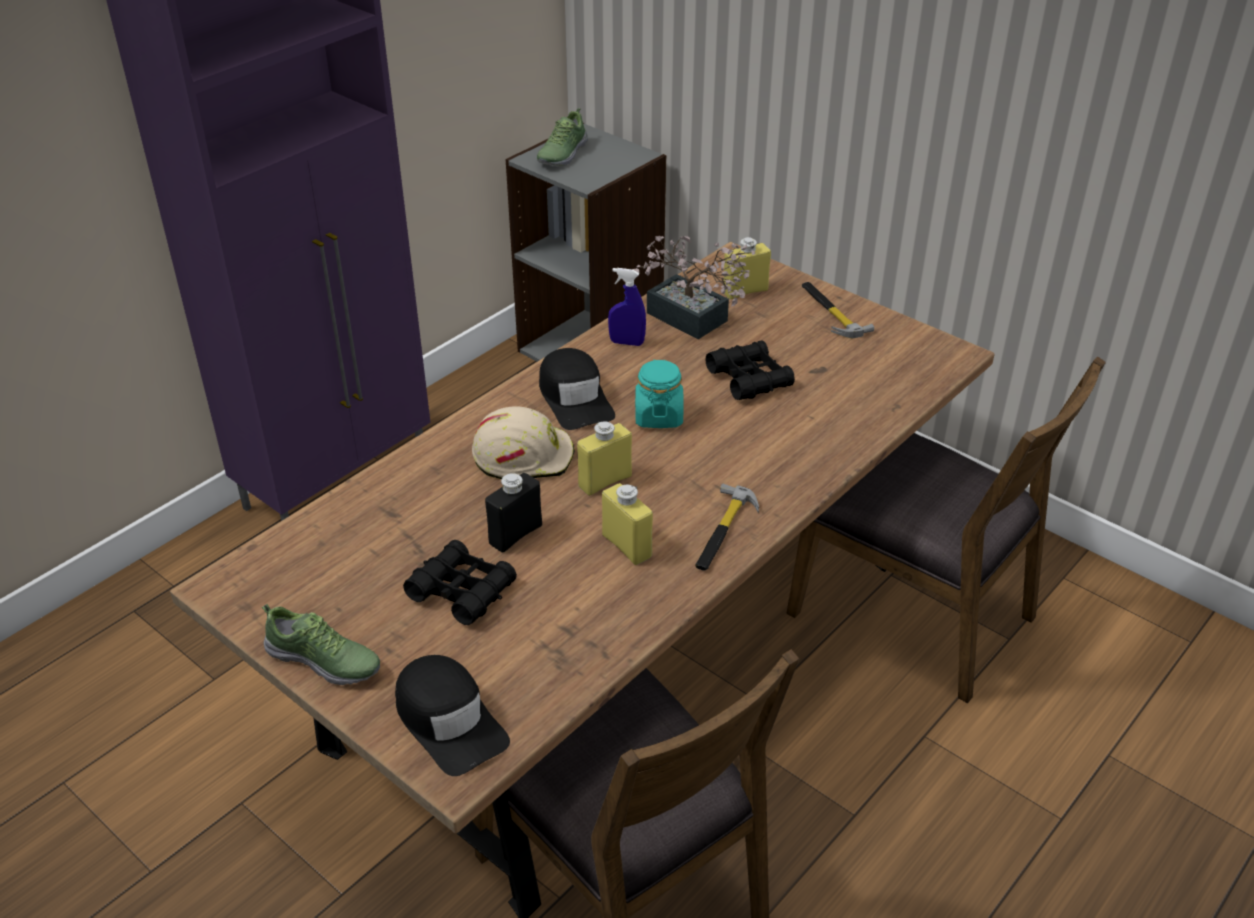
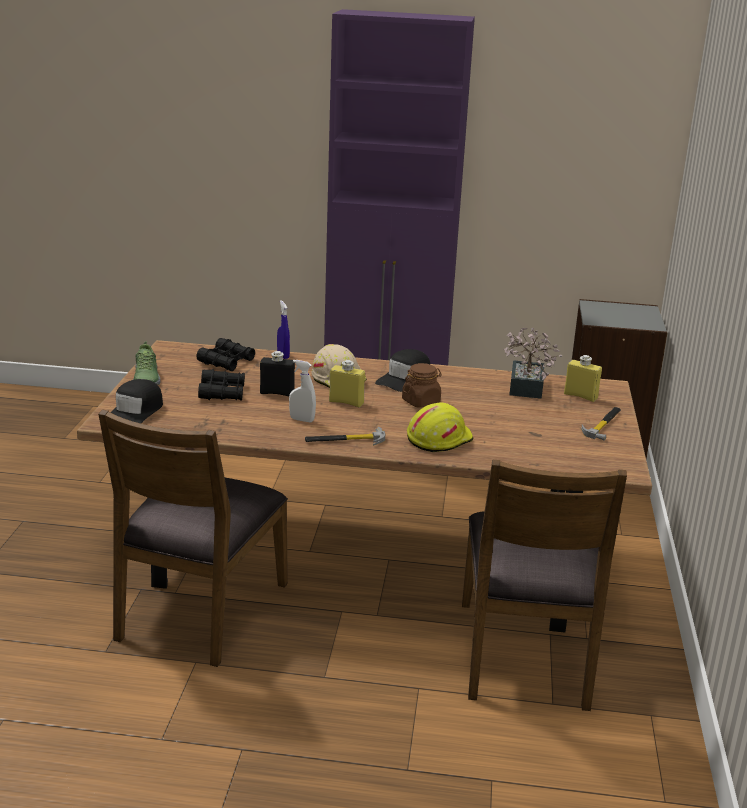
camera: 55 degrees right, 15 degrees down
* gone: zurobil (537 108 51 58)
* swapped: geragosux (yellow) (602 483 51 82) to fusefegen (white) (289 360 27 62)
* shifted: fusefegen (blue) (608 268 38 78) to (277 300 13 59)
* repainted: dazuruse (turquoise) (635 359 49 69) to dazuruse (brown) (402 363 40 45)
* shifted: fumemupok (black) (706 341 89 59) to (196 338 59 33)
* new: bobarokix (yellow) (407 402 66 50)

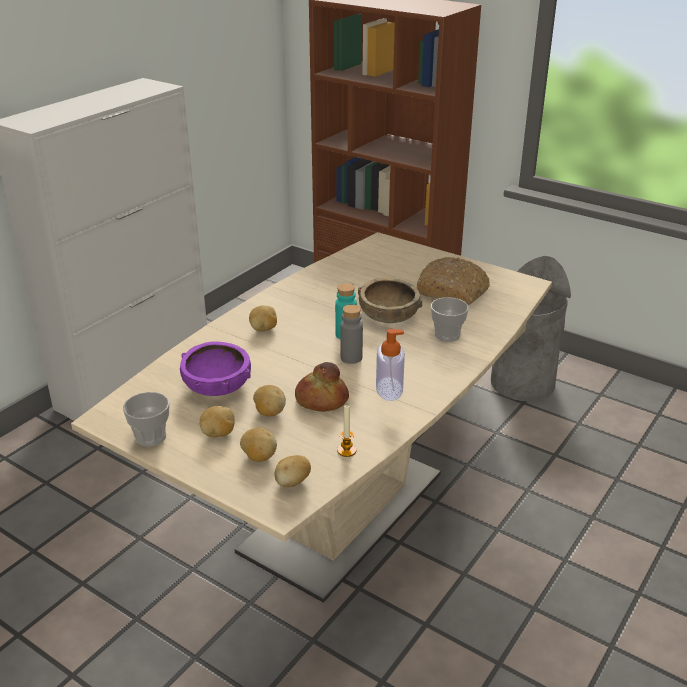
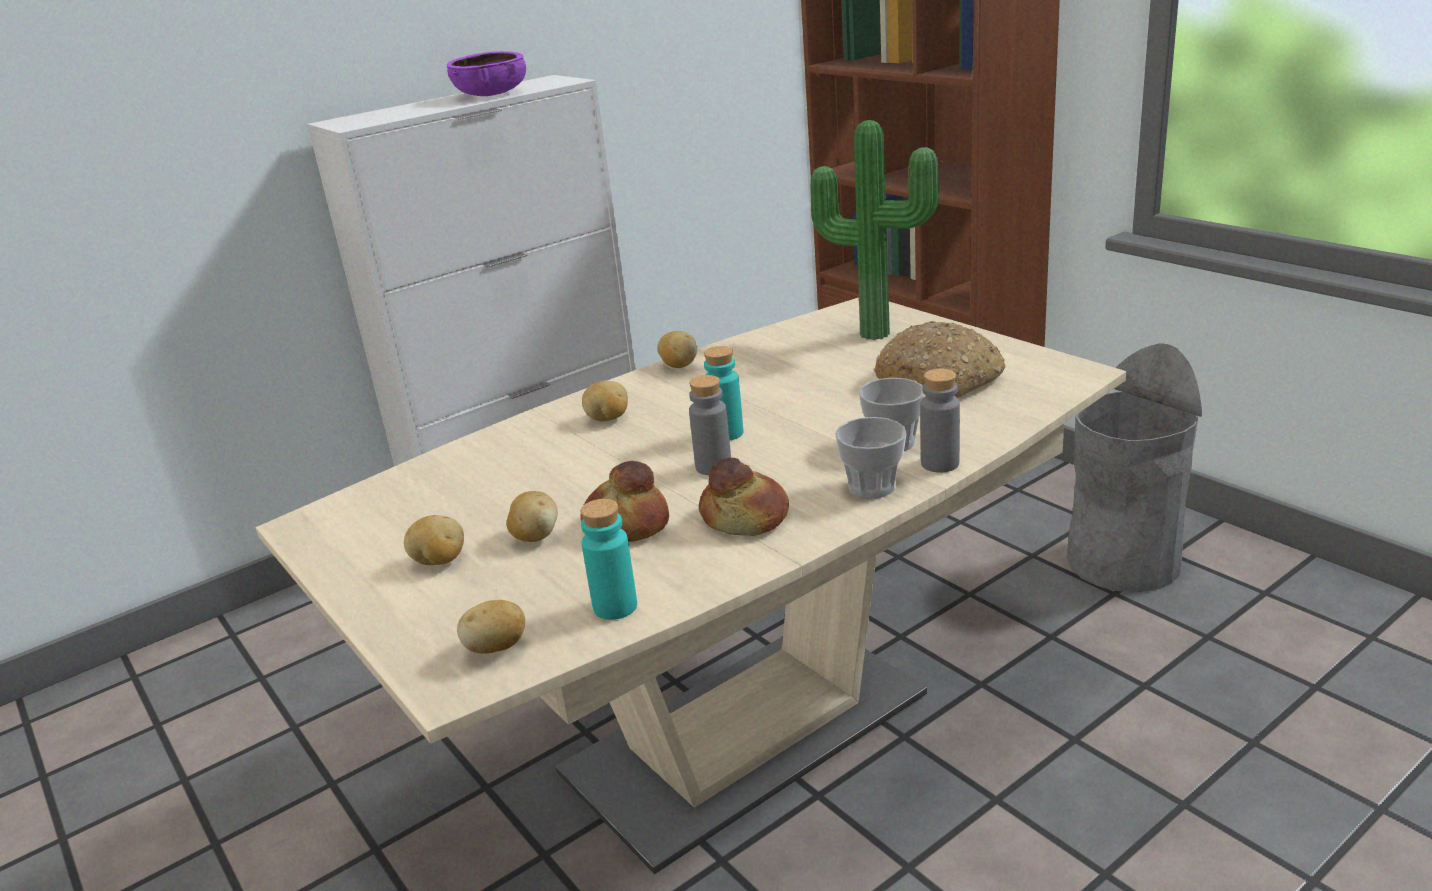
camera: 20 degrees right, 5 degrees down
* shifted: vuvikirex (123 392 47 54) to (835 417 71 81)
* shifted: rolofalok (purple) (180 342 71 54) to (447 51 79 45)
* shifted: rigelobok (240 428 37 34) to (657 331 40 37)
* swapped: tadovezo (337 405 19 52) to geragosux (turquoise) (581 499 56 121)
* gone: rolofalok (brown) (358 278 64 45)
* swapped: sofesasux (376 329 29 72) to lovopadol (699 458 90 78)
* new: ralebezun (810 120 129 220)
* new: geragosux (grey) (920 369 40 104)

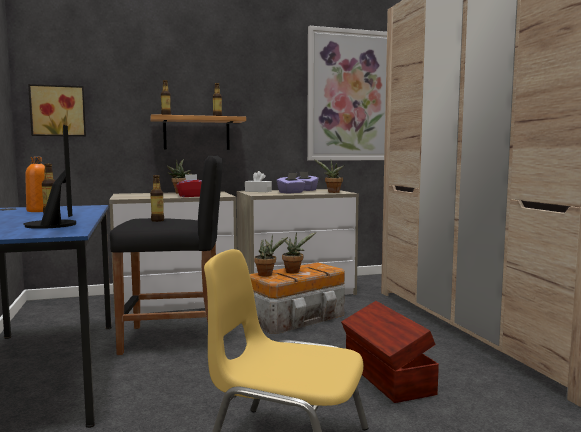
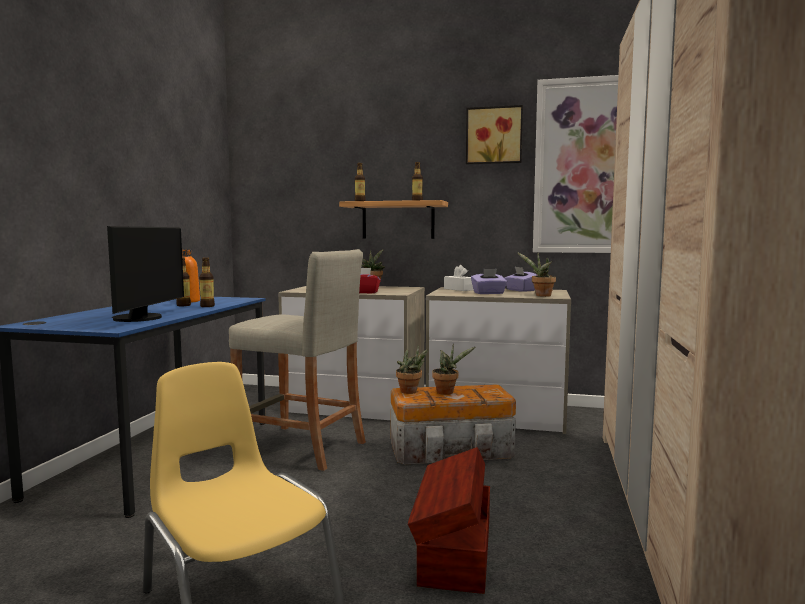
camera: 30 degrees right, 0 degrees up
* shifted: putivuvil (28 84 58 53) to (466 105 57 59)
* repainted: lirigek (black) (110 156 112 199) to lirigek (beige) (229 249 137 222)
* shifted: geragosux (150 175 14 47) to (199 257 16 50)

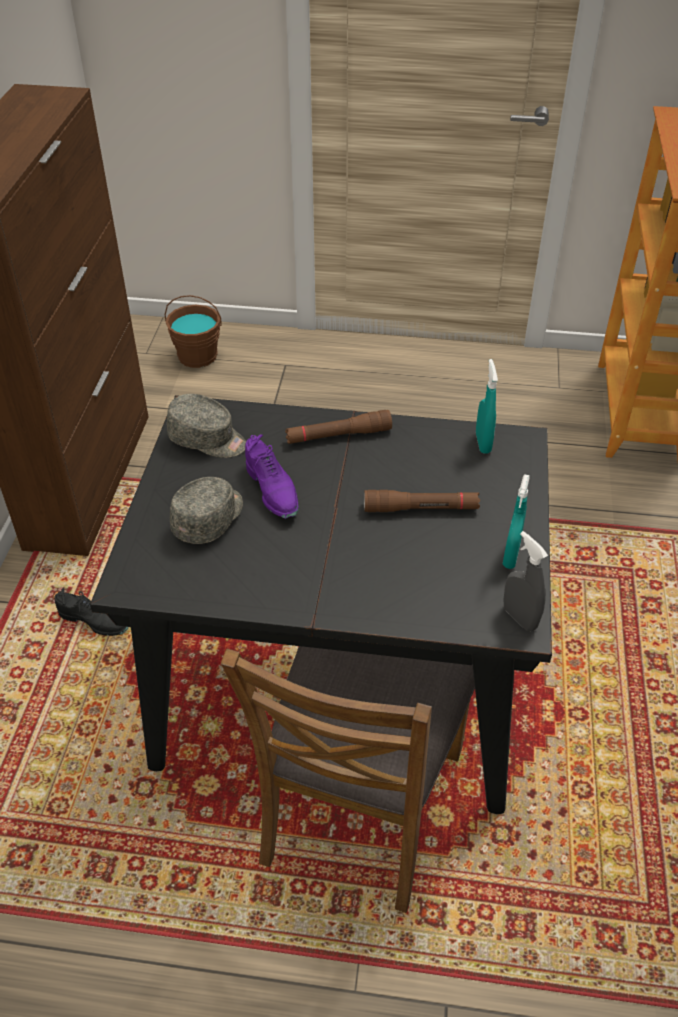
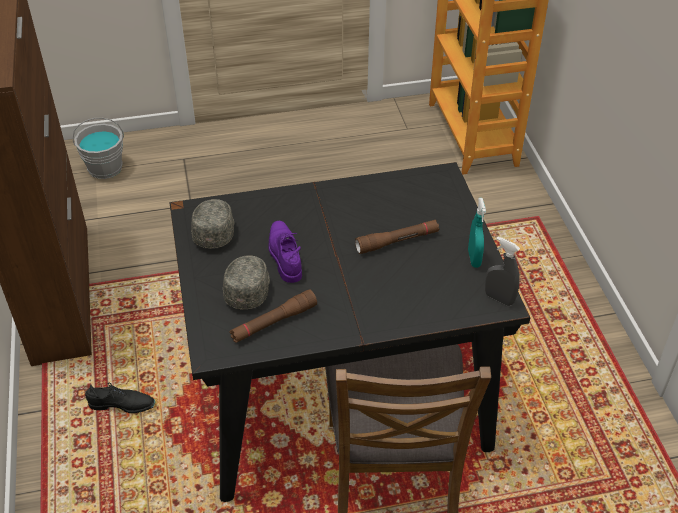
camera: 20 degrees left, 0 degrees up
* repainted: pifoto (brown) (165 295 57 73) to pifoto (grey) (73 118 51 61)
* rotated: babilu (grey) (167 394 79 64) = (191 199 43 49) 90 degrees counterclockwise
* rotated: zurobil (purple) (245 434 54 85) = (268 221 34 62) 150 degrees counterclockwise
* shifted: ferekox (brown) (285 410 107 34) to (229 289 88 54)
* gone: fusefegen (turquoise) (476 359 22 95)

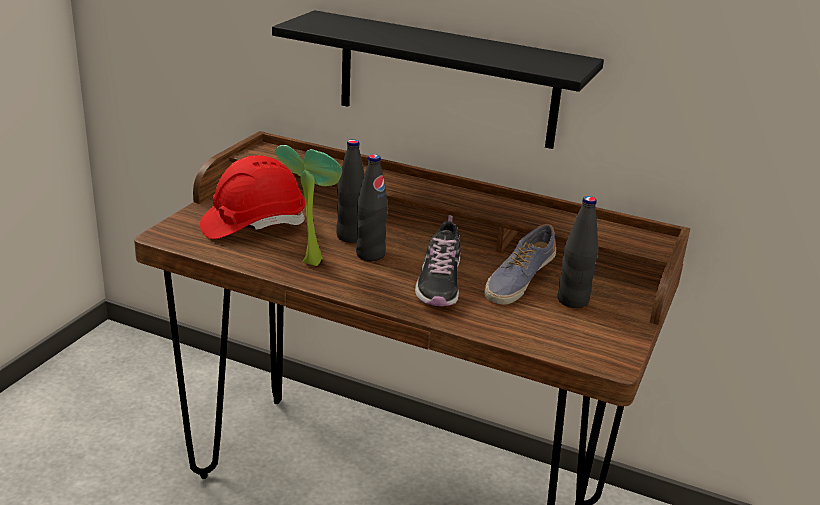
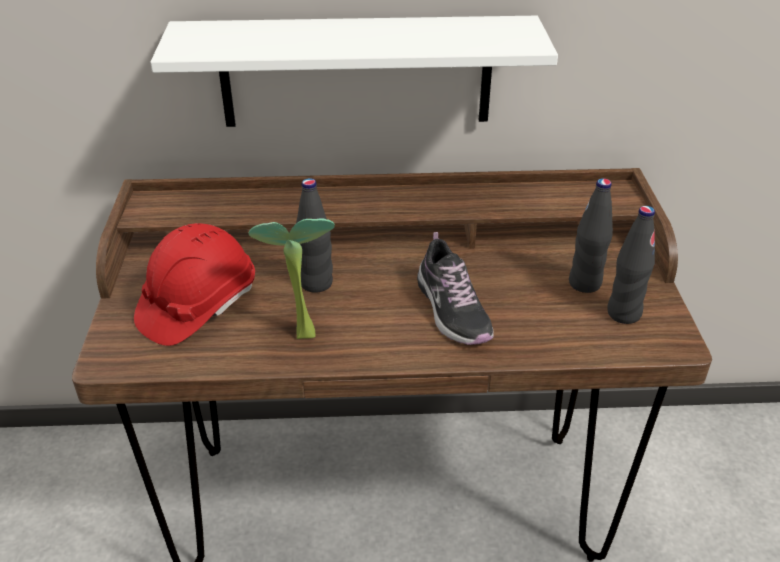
camera: 25 degrees left, 10 degrees up
* repainted: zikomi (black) (272 10 332 139) to zikomi (white) (150 16 408 111)
* shifted: geragosux (black) (356 154 32 107) to (607 206 48 118)
* gone: zurobil (484 224 72 81)

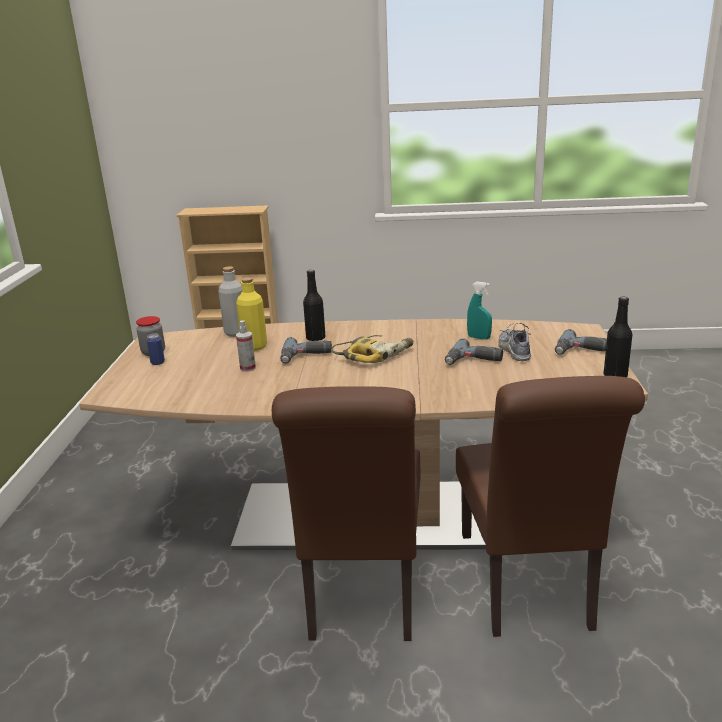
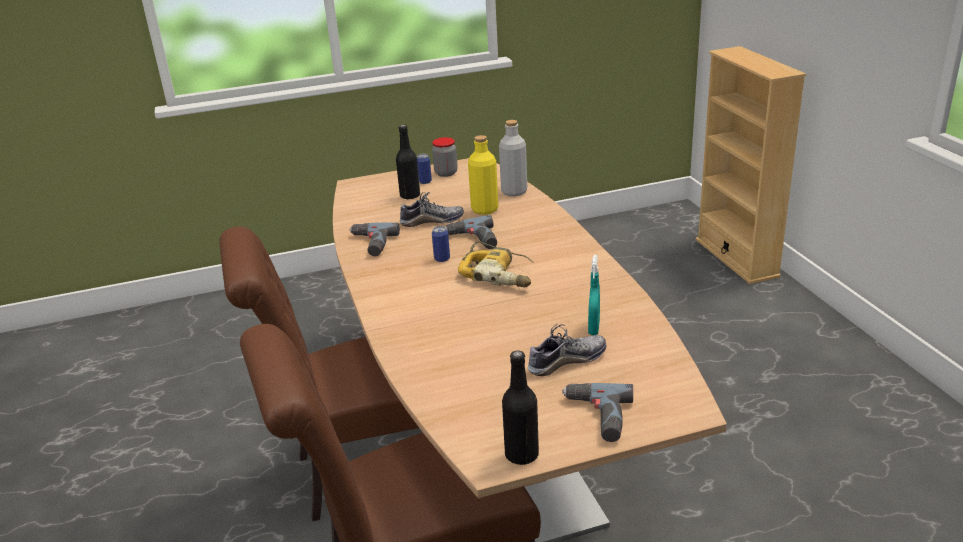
camera: 70 degrees right, 5 degrees up
* swapped: fusefegen (236 321 20 51) to zurobil (400 192 64 35)
* shifted: geragosux (black) (303 270 22 71) to (396 125 24 75)
* shifted: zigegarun (445 339 58 26) to (349 222 51 34)
* new: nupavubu (432 226 18 36)

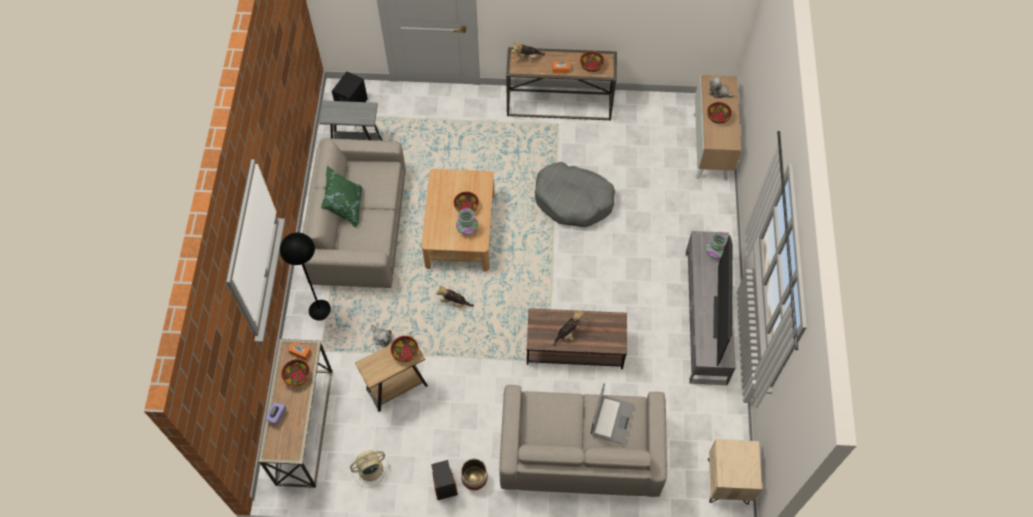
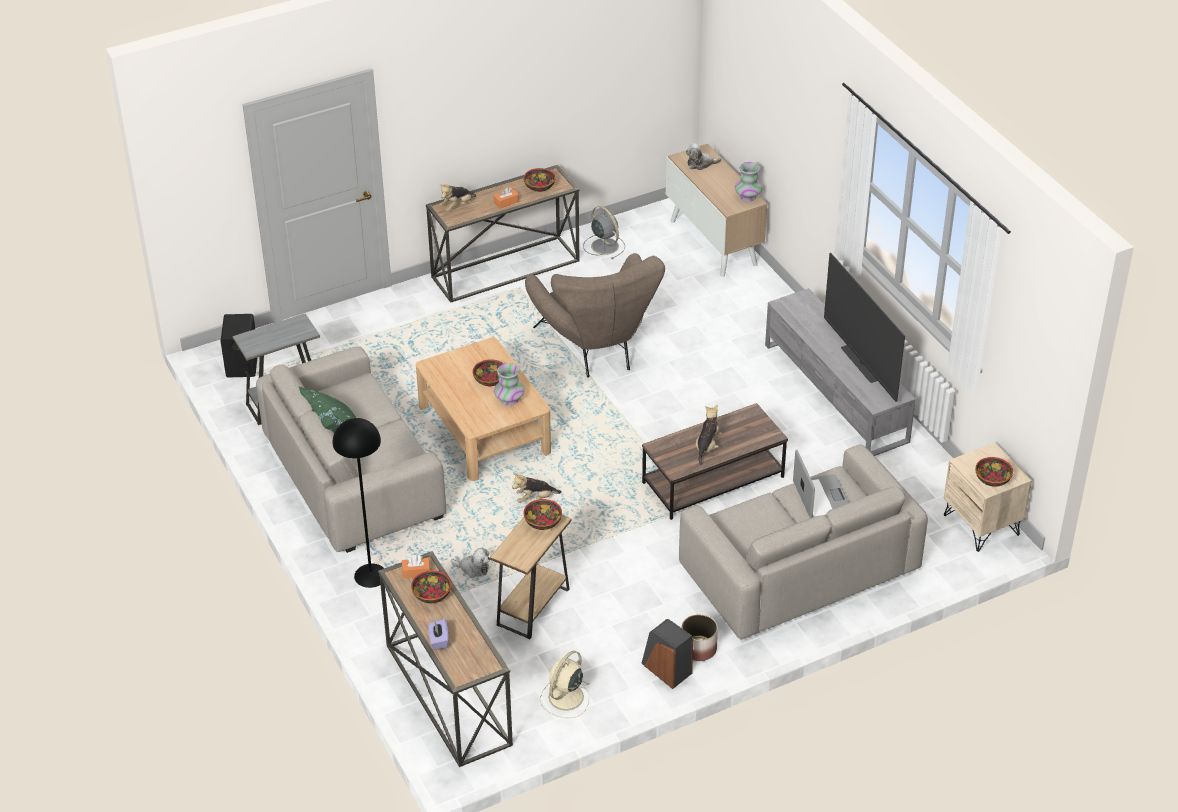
camera: 30 degrees left, 20 degrees down
* swapped: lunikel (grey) (535 162 80 65) to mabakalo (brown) (525 253 140 124)
* shifted: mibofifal (705 232 23 27) to (735 162 27 40)
* shifted: rolofalok (707 102 25 22) to (975 457 38 30)
* new: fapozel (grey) (583 206 42 53)

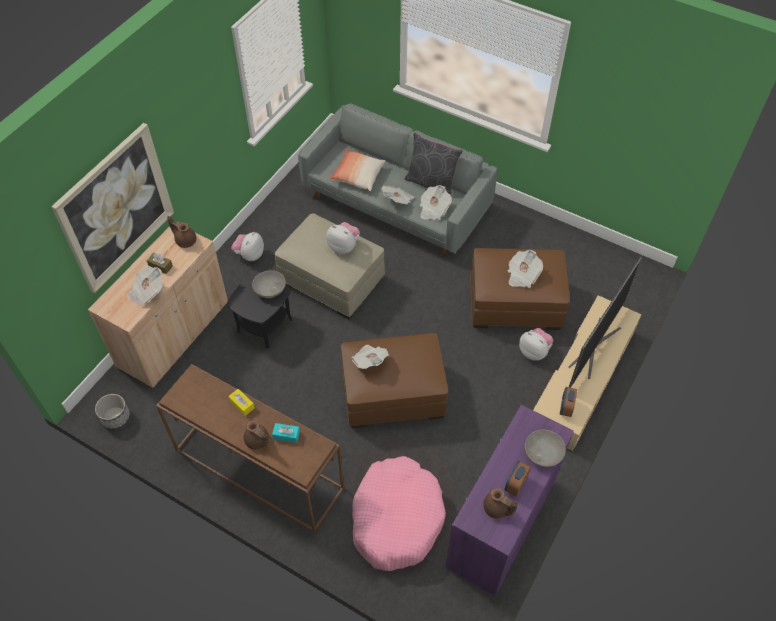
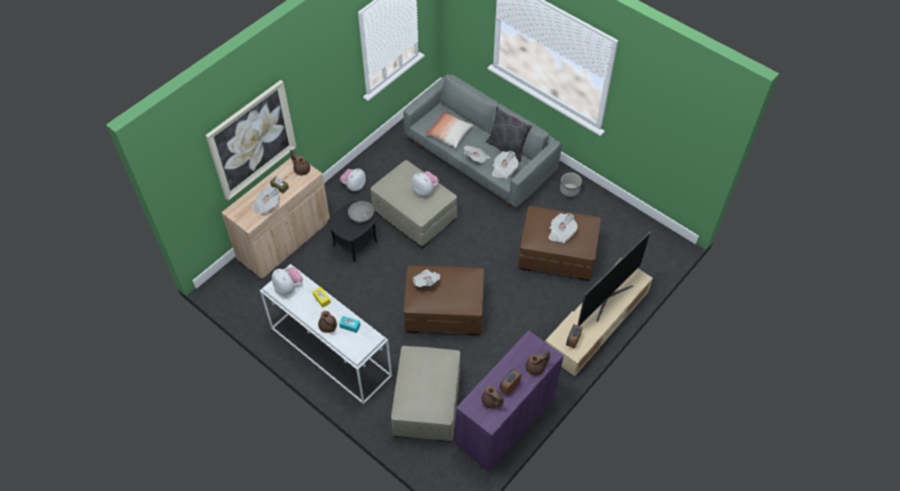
camera: 10 degrees right, 0 degrees up
* shifted: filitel (95 394 35 36) to (560 173 22 25)
* repainted: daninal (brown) (156 364 188 169) to daninal (white) (260 264 132 141)
* swapped: lunikel (pink) (352 456 94 115) to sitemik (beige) (391 346 69 96)
* shifted: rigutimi (519 328 34 33) to (272 267 31 28)
* swapped: rolofalok (grey) (525 430 41 37) to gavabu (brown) (526 351 24 25)

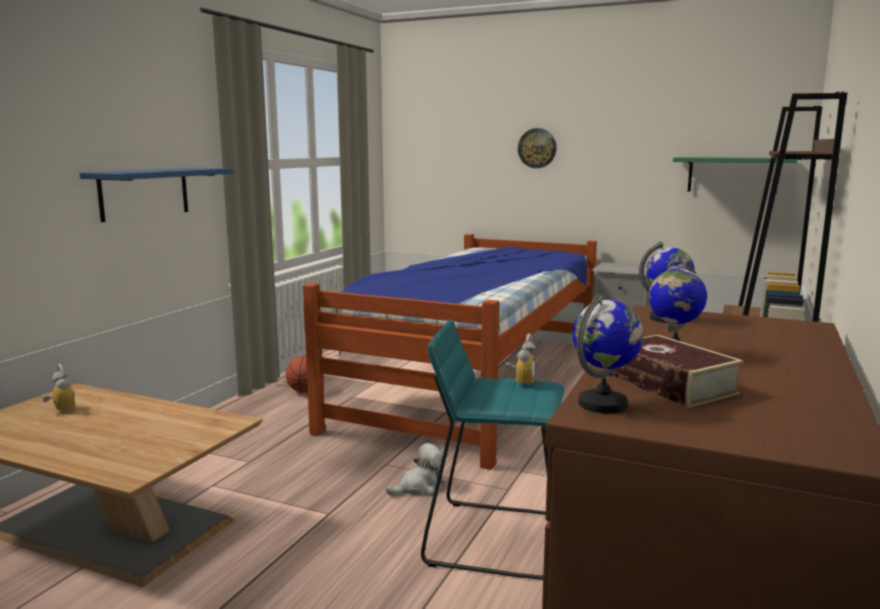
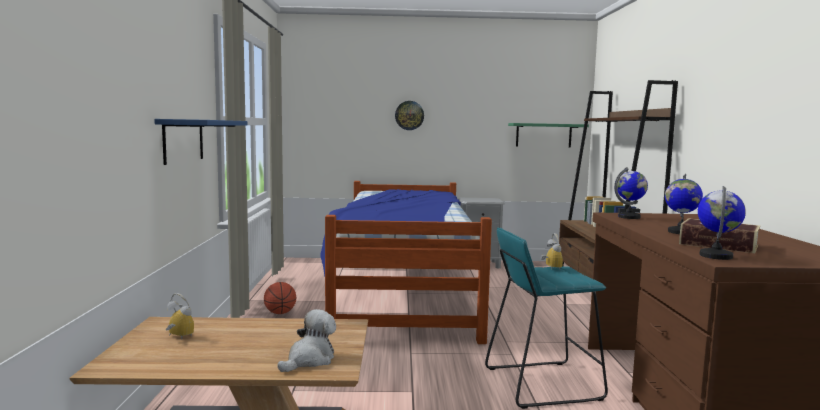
camera: 25 degrees left, 5 degrees down
* shifted: rigutimi (385 443 58 53) to (277 309 59 63)

